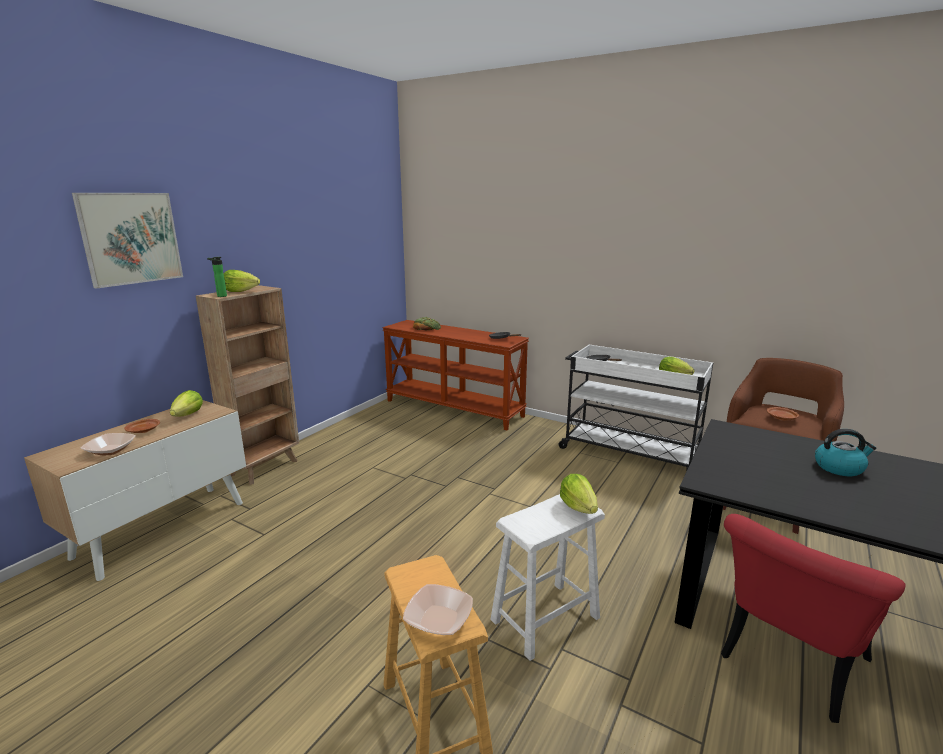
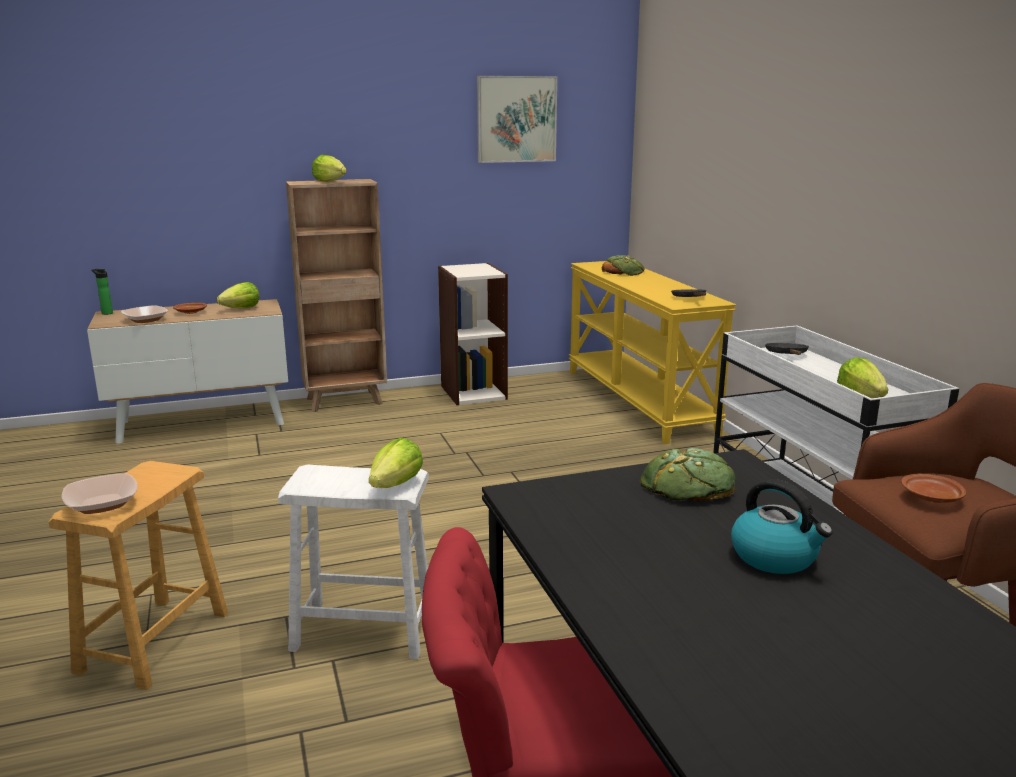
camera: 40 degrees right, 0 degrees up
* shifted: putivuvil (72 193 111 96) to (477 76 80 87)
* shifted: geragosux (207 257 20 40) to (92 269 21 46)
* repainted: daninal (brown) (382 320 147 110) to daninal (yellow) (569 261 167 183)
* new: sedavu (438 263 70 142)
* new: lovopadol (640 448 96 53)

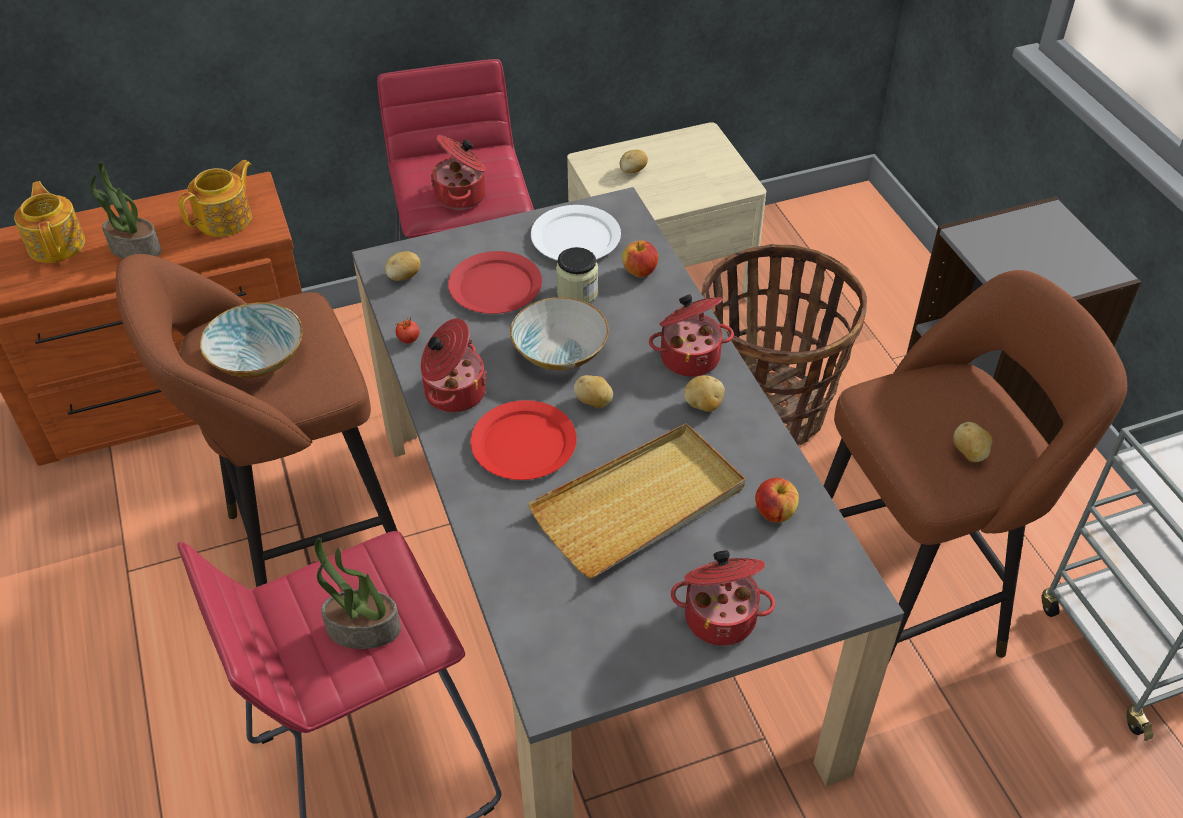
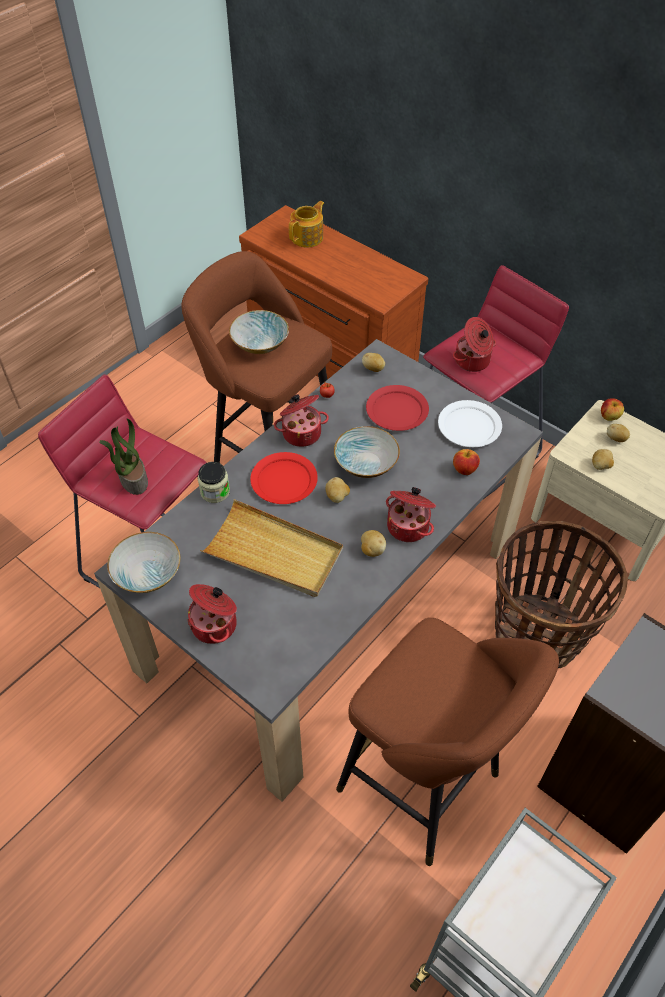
camera: 60 degrees right, 5 degrees up
* gone: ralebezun (90 162 72 97)
* gone: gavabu (178 160 74 77)
* shifted: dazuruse (556 247 42 56) to (198 462 32 41)
* shifted: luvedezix (755 477 44 46) to (601 398 23 23)
* shifted: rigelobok (953 422 39 40) to (592 449 22 21)
* new: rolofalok (107 532 74 61)

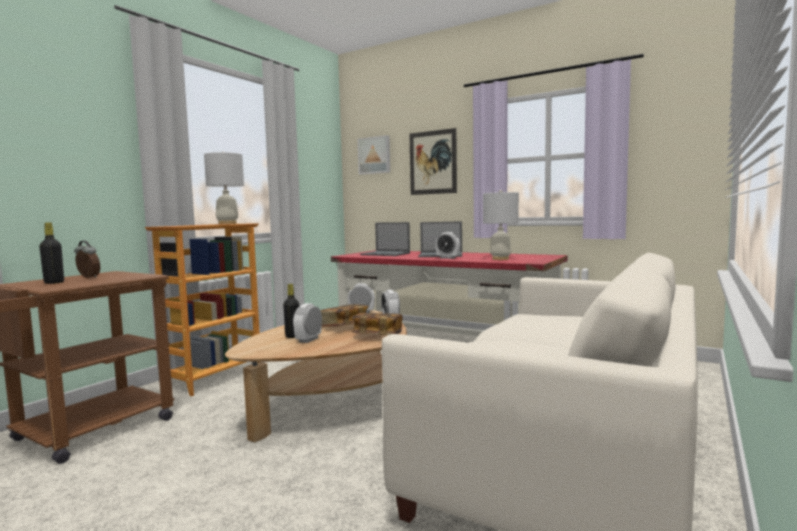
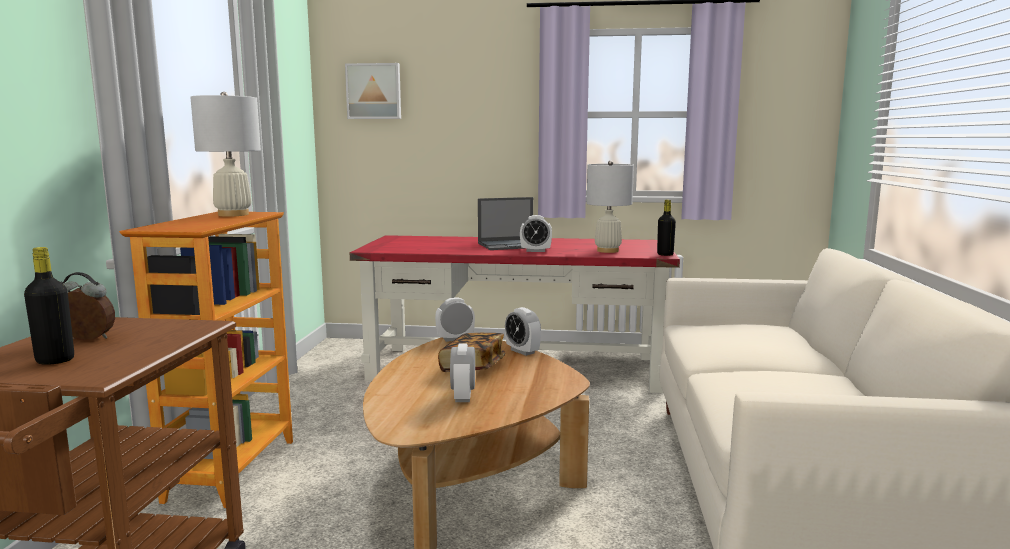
camera: 25 degrees left, 5 degrees up
* shifted: geragosux (black) (283 284 16 54) to (657 200 19 56)
* gone: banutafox (352 313 51 22)
* gone: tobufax (360 222 50 34)
* gone: putivuvil (410 128 47 67)

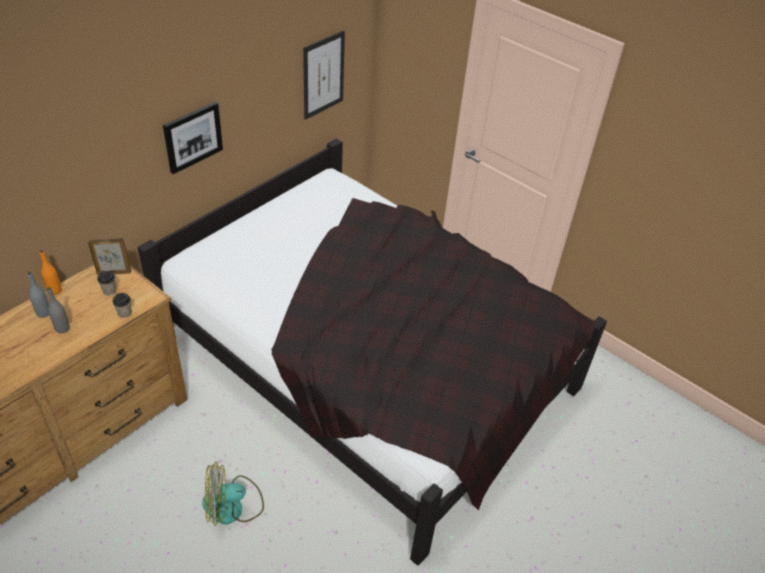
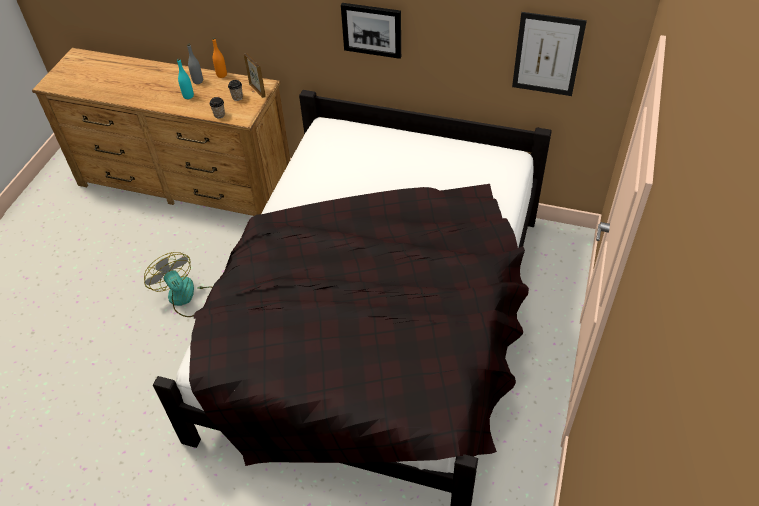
camera: 70 degrees right, 5 degrees up
* repainted: geragosux (grey) (47 287 23 46) to geragosux (turquoise) (177 58 17 41)

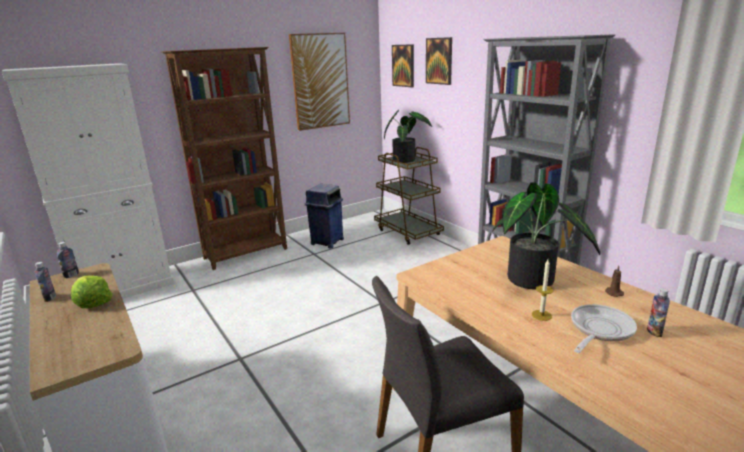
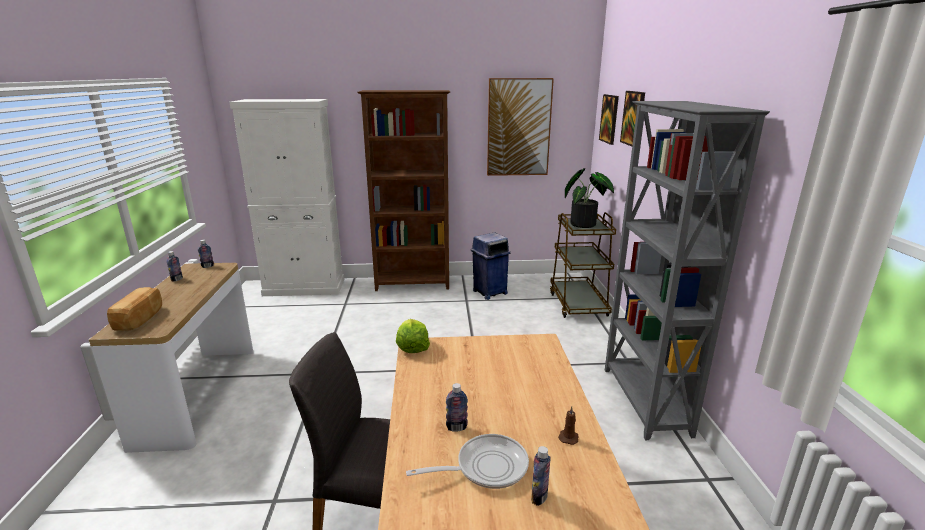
camera: 30 degrees right, 0 degrees up
* shifted: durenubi (71 276 41 32) to (396 319 34 34)
* gone: ralebezun (492 182 108 107)
* swapped: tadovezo (532 260 21 61) to geragosux (446 383 22 49)
* new: lovopadol (107 287 55 44)

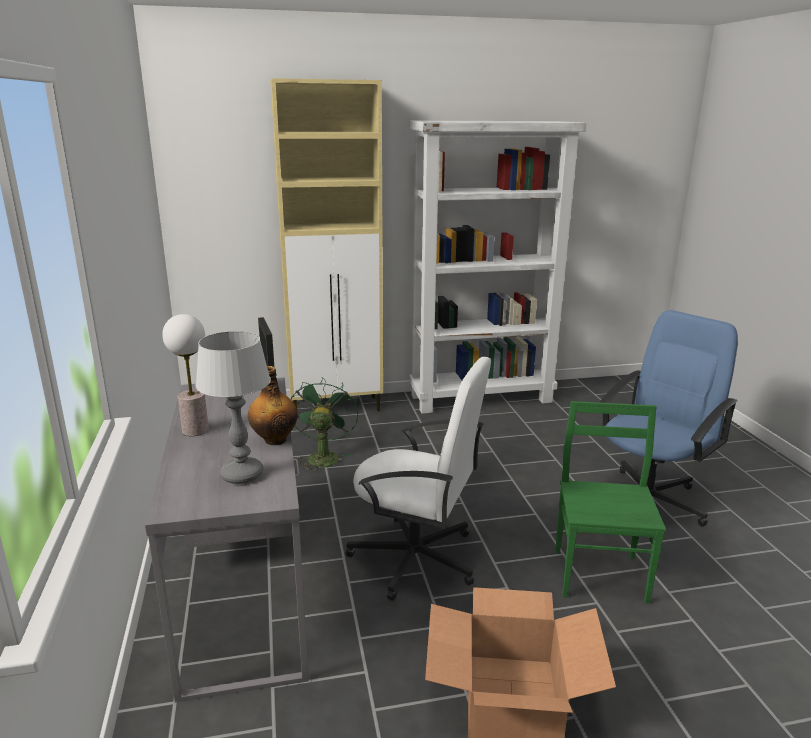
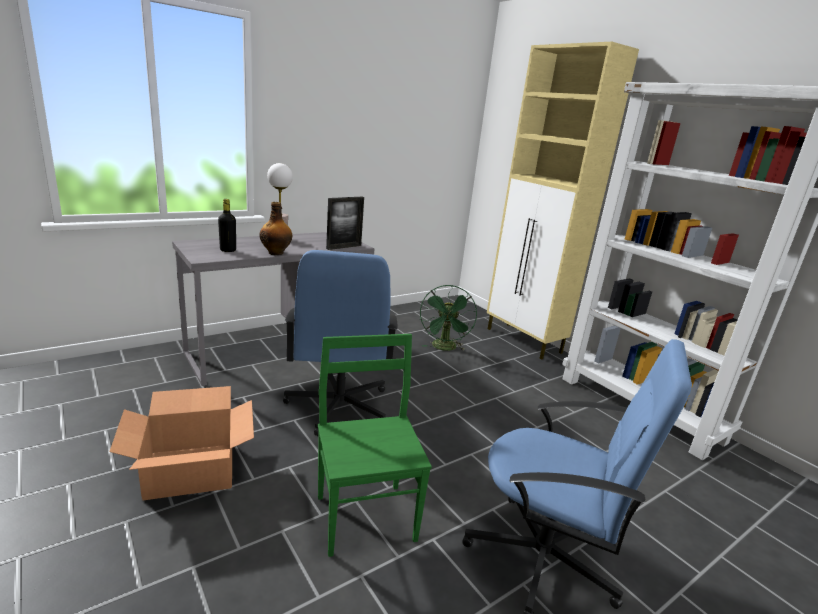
camera: 65 degrees right, 0 degrees up
* swapped: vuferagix (195 331 76 153) to geragosux (black) (218 199 18 53)
* rotated: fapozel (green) (291 378 67 94) = (420 285 57 66) 120 degrees clockwise
* repainted: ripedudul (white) (345 357 146 244) to ripedudul (blue) (283 250 115 186)
* rotated: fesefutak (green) (555 401 111 203) = (318 334 114 223) 90 degrees counterclockwise

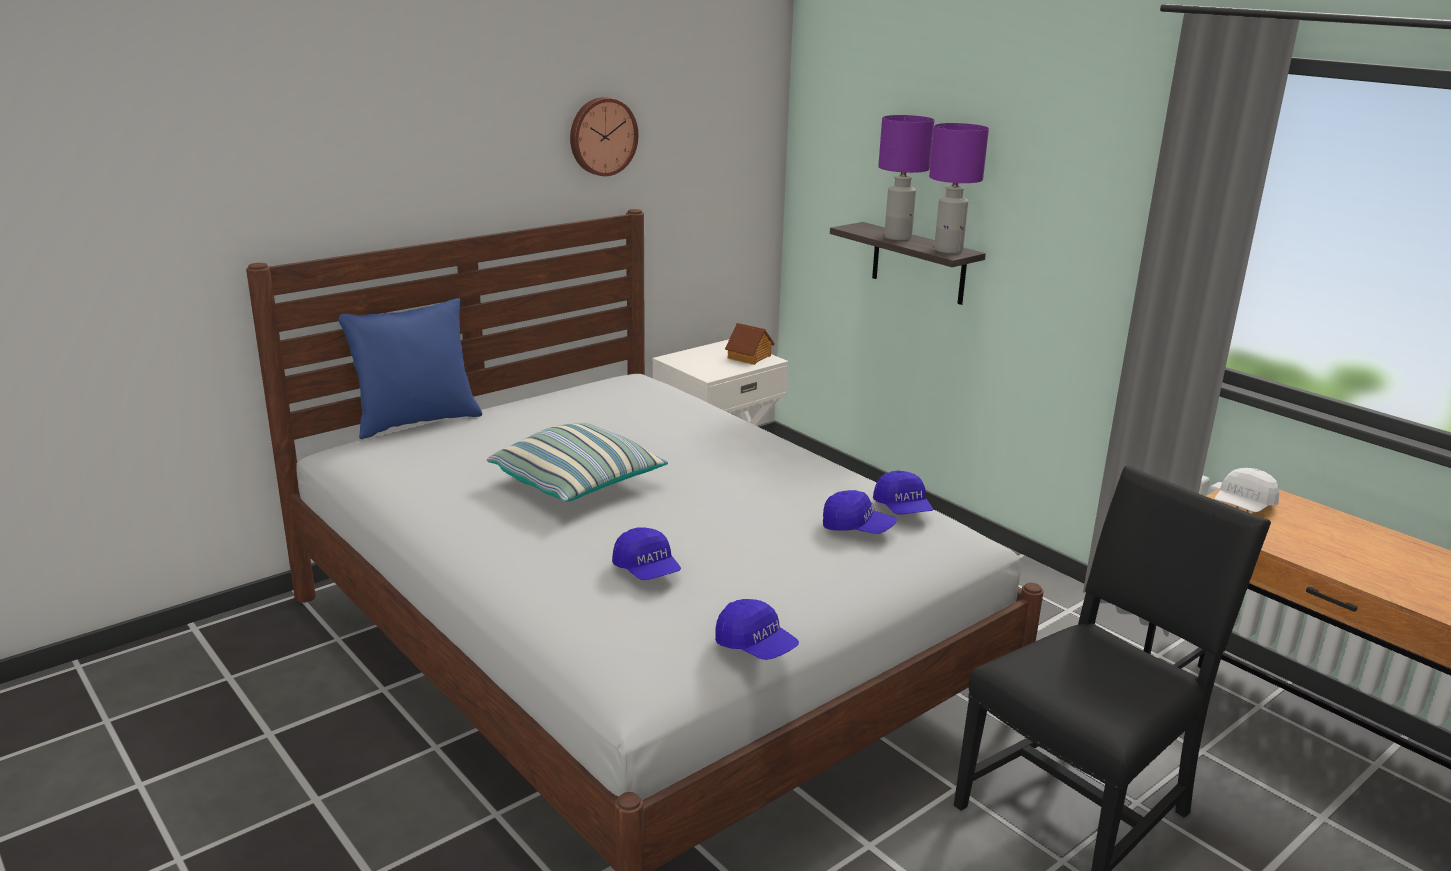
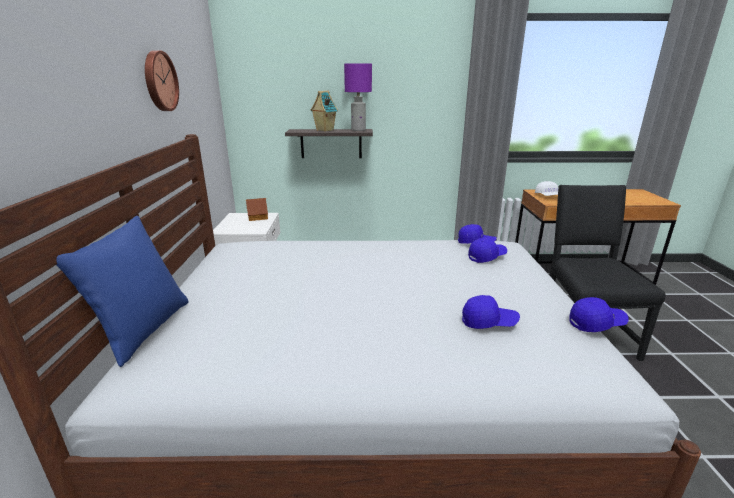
camera: 50 degrees left, 0 degrees up
* gone: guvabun (487 423 181 79)
* swapped: vuferagix (purple) (878 115 56 125) to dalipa (311 91 27 41)

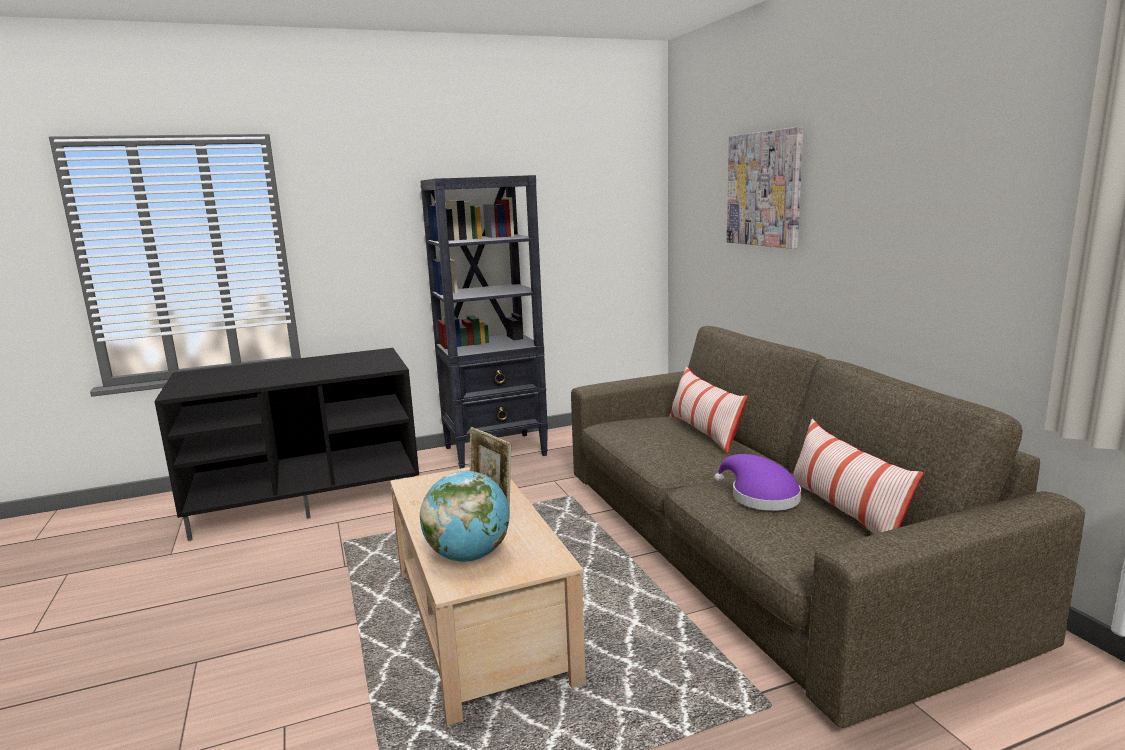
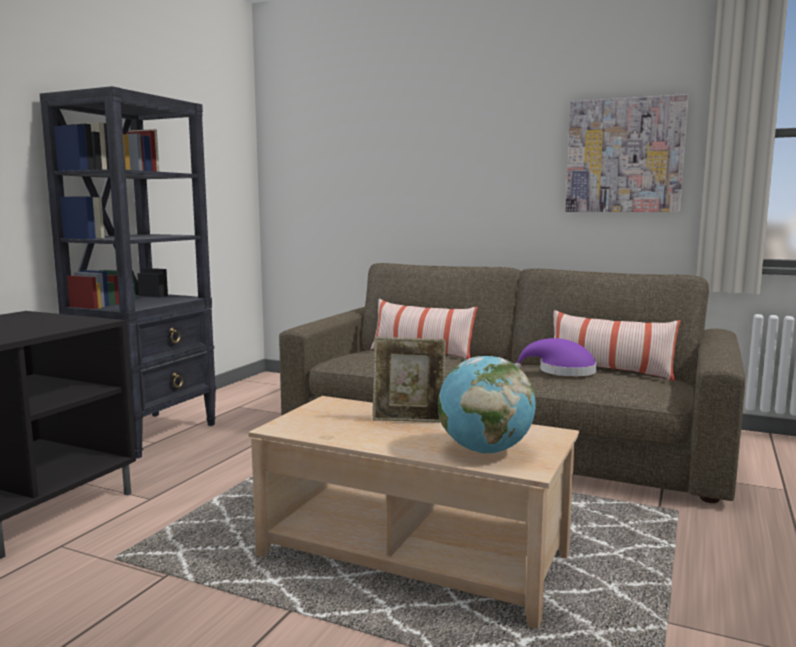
camera: 45 degrees left, 5 degrees down
* shifted: putivuvil (727 127 76 122) to (566 94 122 118)

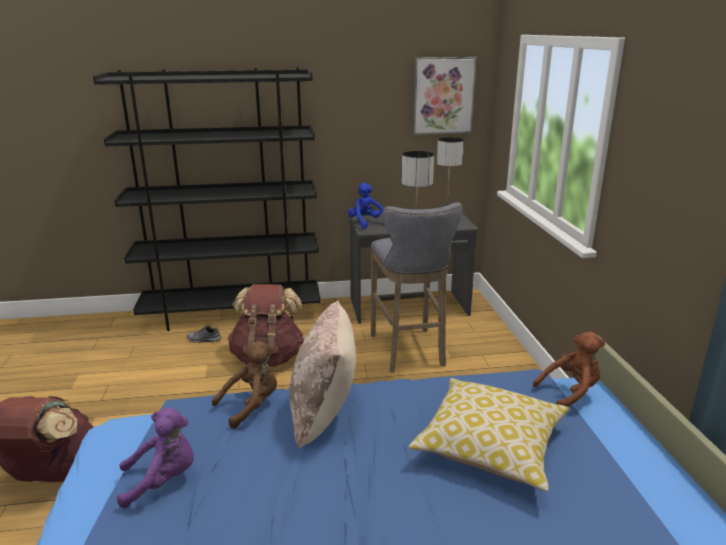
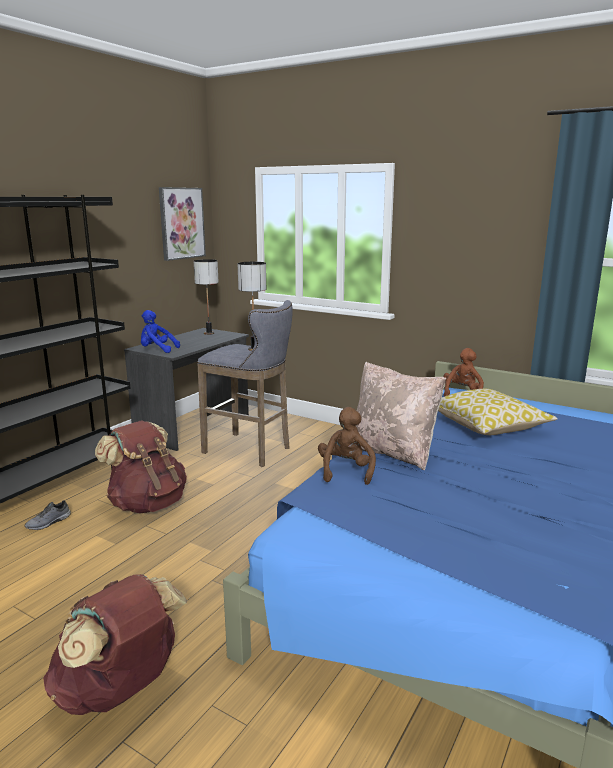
camera: 50 degrees left, 5 degrees down
* gone: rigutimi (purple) (117 407 77 101)

